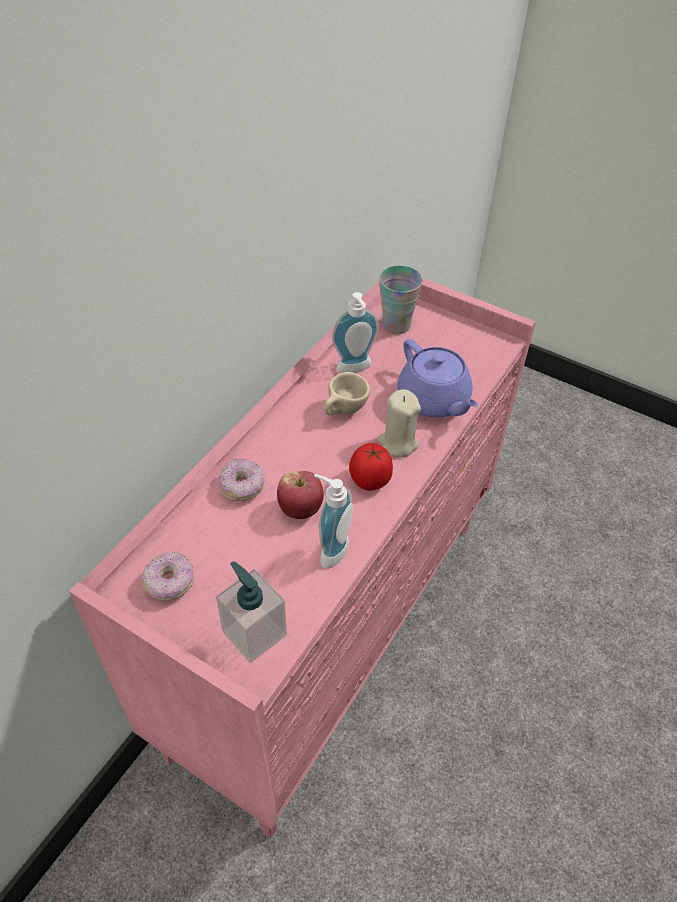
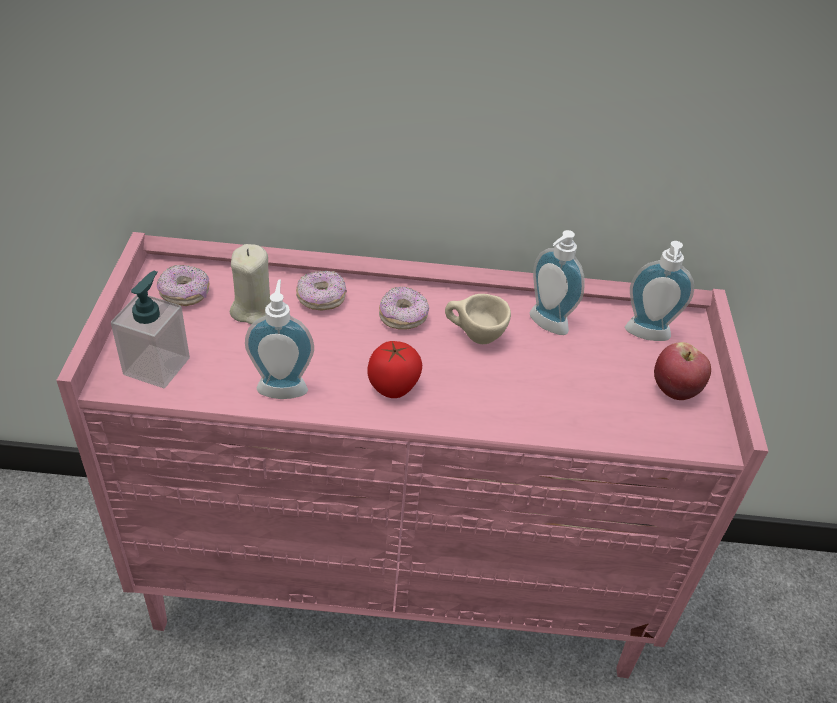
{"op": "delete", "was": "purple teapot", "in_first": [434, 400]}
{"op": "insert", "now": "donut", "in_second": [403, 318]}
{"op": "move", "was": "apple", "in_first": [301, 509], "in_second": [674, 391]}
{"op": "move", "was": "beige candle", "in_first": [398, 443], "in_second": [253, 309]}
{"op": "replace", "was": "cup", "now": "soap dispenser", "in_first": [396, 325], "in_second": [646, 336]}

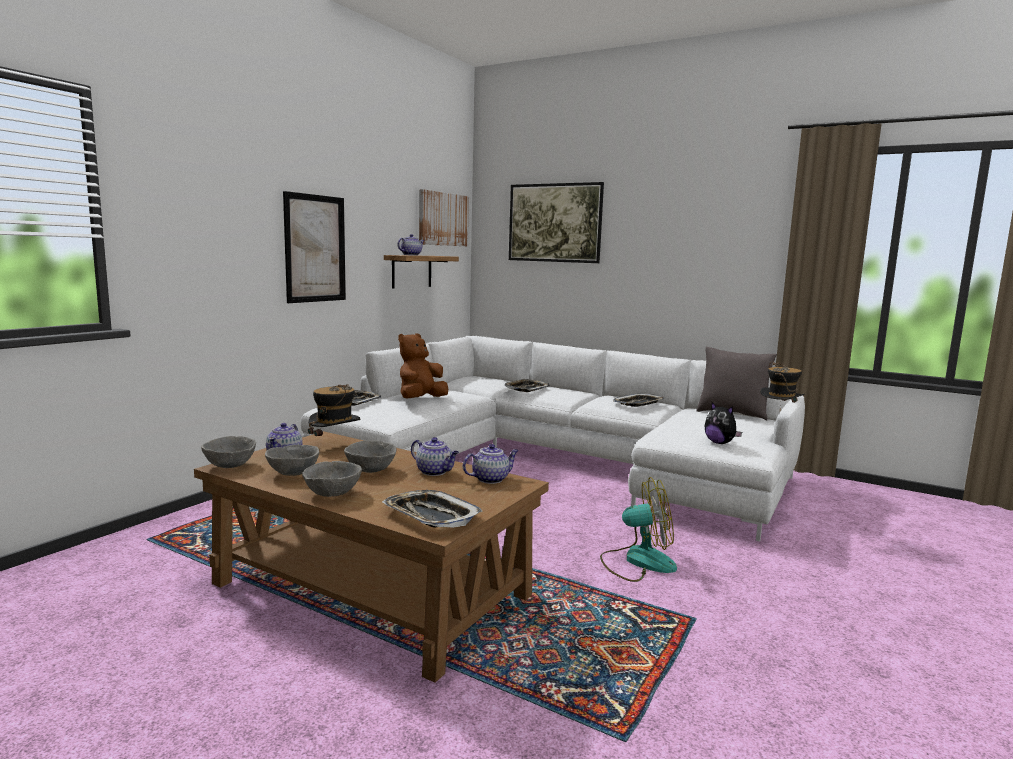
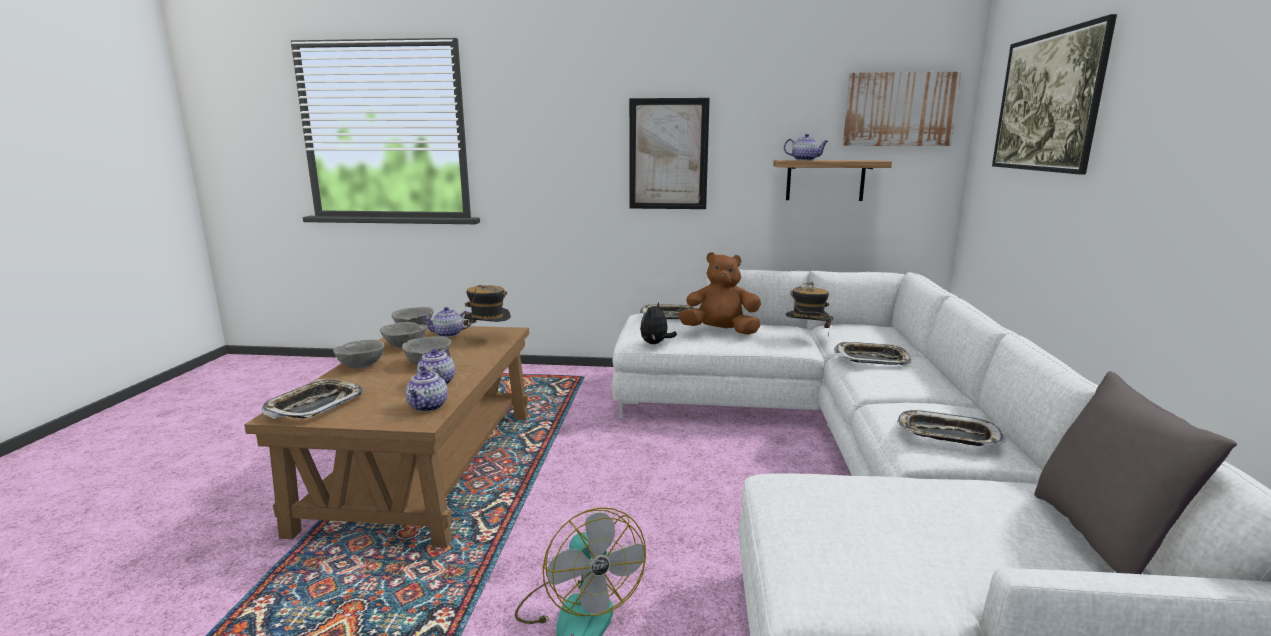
{"op": "move", "was": "plush toy", "in_first": [720, 443], "in_second": [655, 343]}
{"op": "move", "was": "hat", "in_first": [779, 416], "in_second": [807, 337]}
{"op": "rotate", "was": "teapot", "in_first": [491, 479], "in_second": [428, 407], "clockwise": 60}

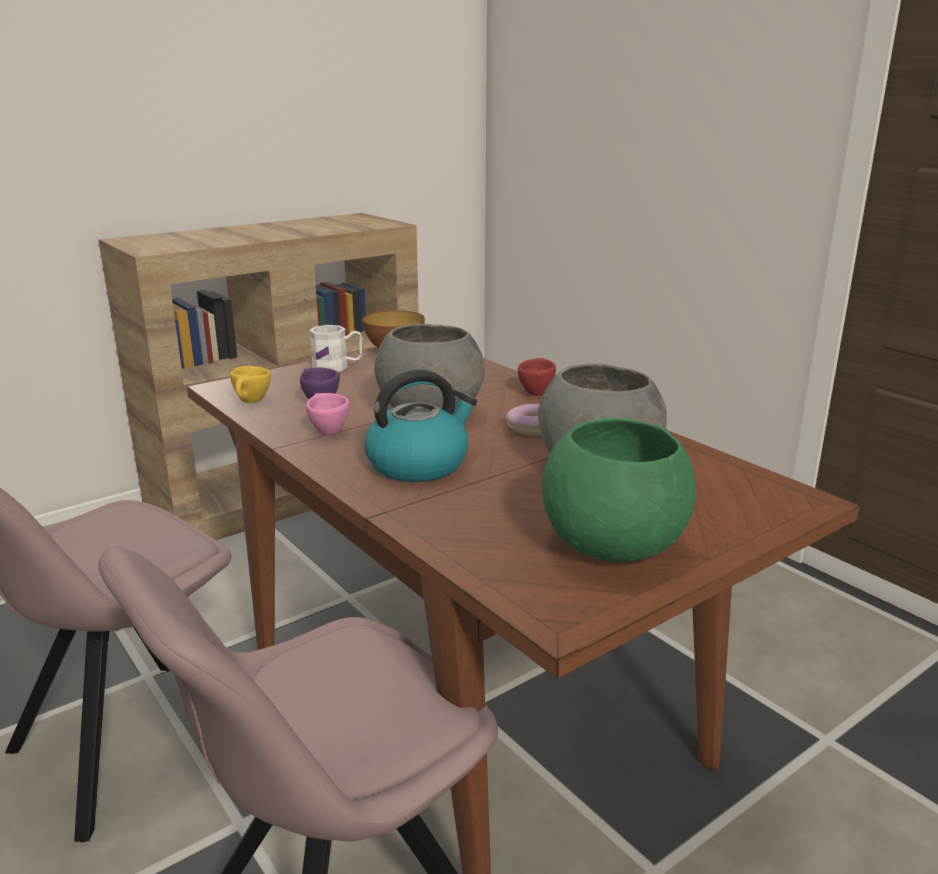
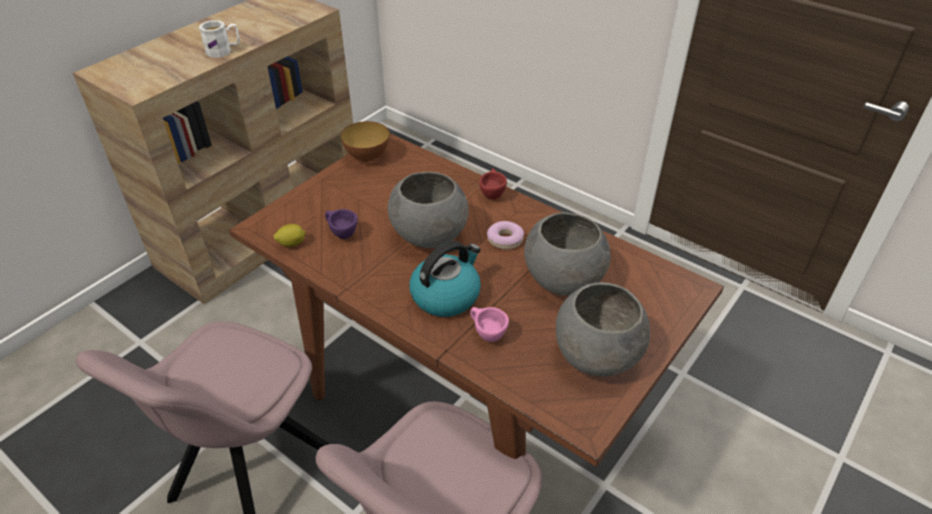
{"op": "move", "was": "pink cup", "in_first": [326, 431], "in_second": [486, 334]}
{"op": "move", "was": "white mug", "in_first": [337, 367], "in_second": [224, 50]}
{"op": "replace", "was": "yellow cup", "now": "lemon", "in_first": [251, 403], "in_second": [292, 243]}
{"op": "recolor", "was": "green bowl", "now": "grey bowl", "in_first": [613, 546], "in_second": [596, 356]}

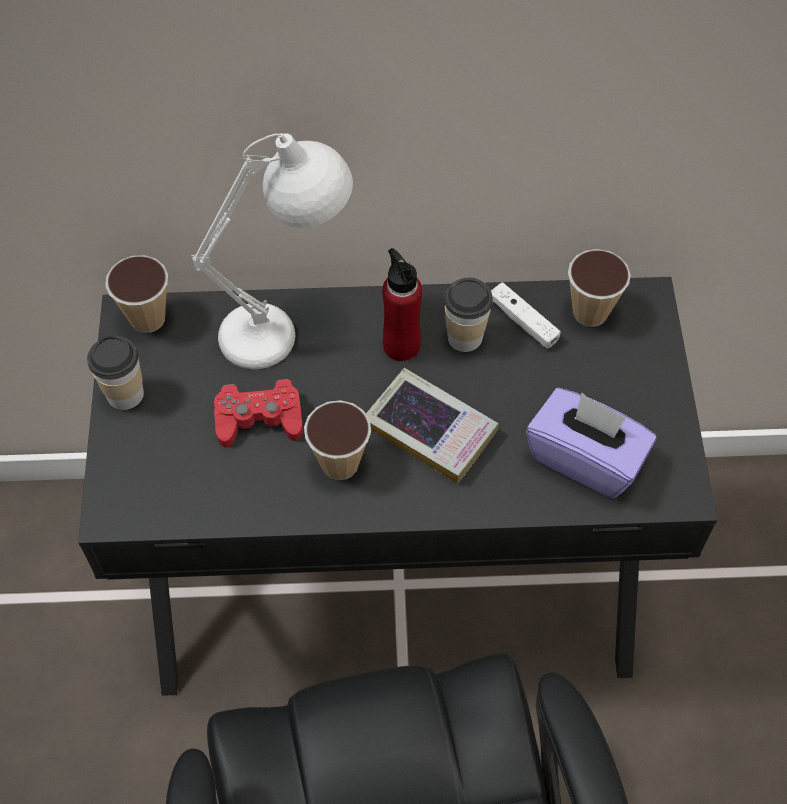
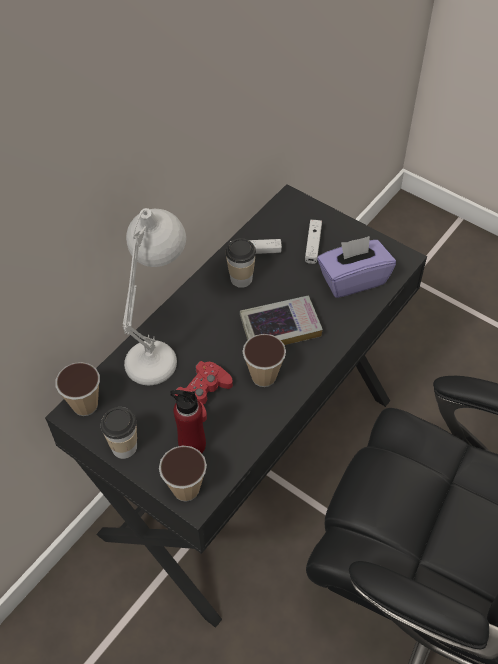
{"op": "insert", "now": "white game controller", "in_second": [313, 245]}
{"op": "move", "was": "red bottle", "in_first": [401, 345], "in_second": [192, 445]}
{"op": "move", "was": "cup", "in_first": [590, 312], "in_second": [186, 489]}

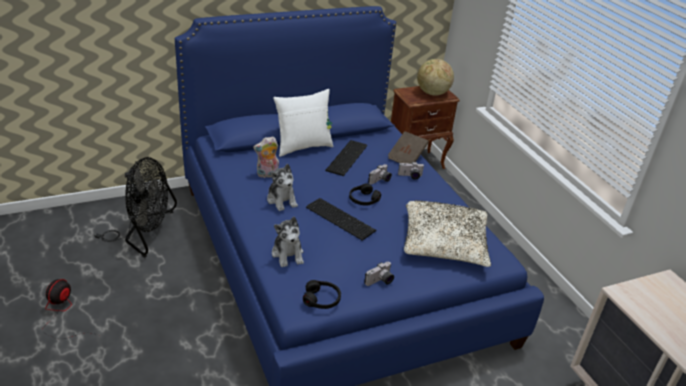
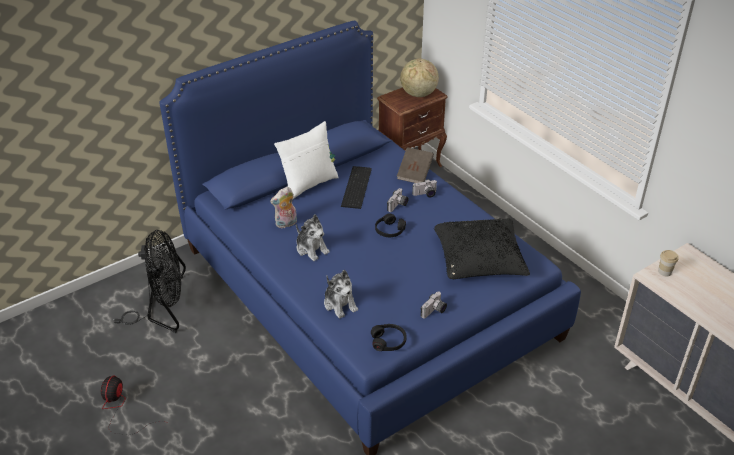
{"op": "delete", "was": "keyboard", "in_first": [340, 218]}
{"op": "insert", "now": "cup", "in_second": [664, 272]}
{"op": "recolor", "was": "beige pillow", "now": "black pillow", "in_first": [444, 243], "in_second": [479, 259]}

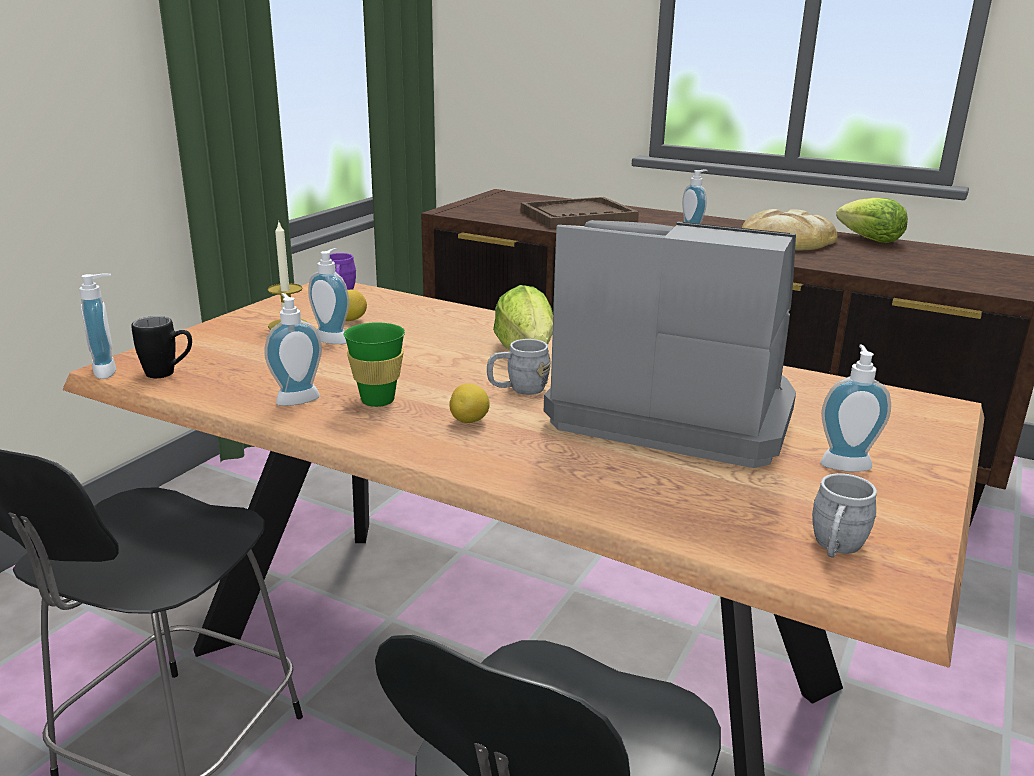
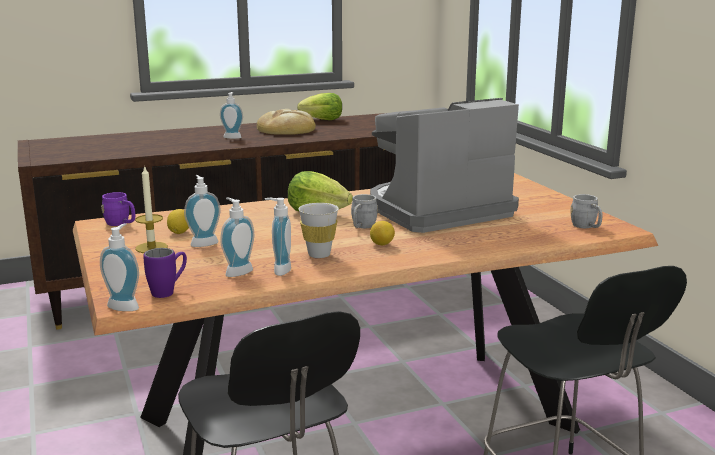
{"op": "delete", "was": "brown tray", "in_first": [578, 216]}
{"op": "move", "was": "soap dispenser", "in_first": [844, 463], "in_second": [237, 271]}
{"op": "recolor", "was": "black mug", "now": "purple mug", "in_first": [169, 374], "in_second": [169, 291]}
{"op": "recolor", "was": "green cup", "now": "white cup", "in_first": [377, 400], "in_second": [319, 254]}

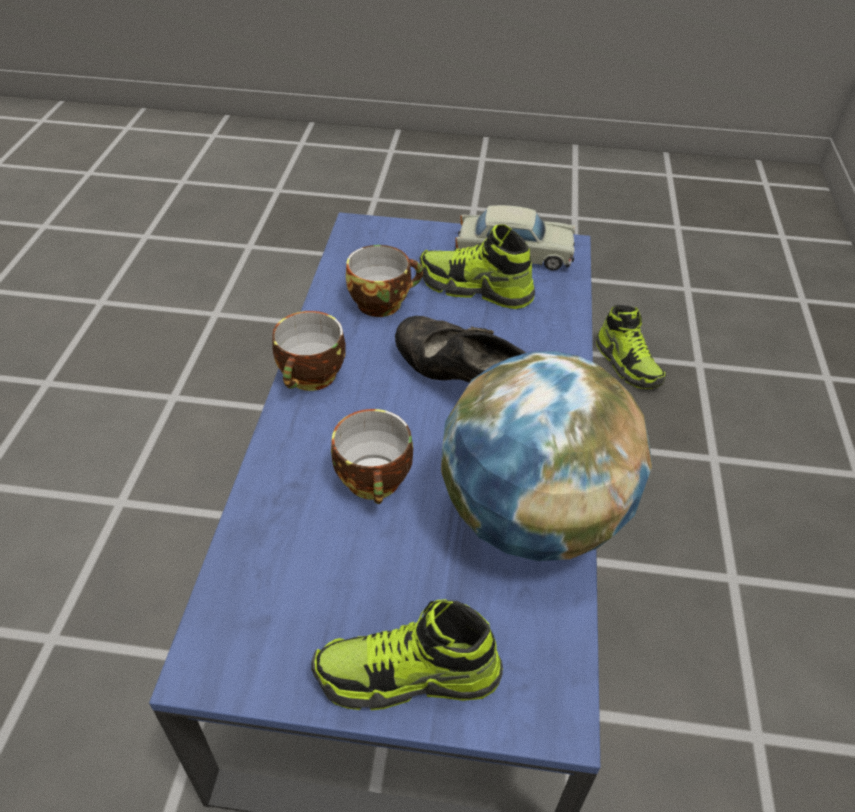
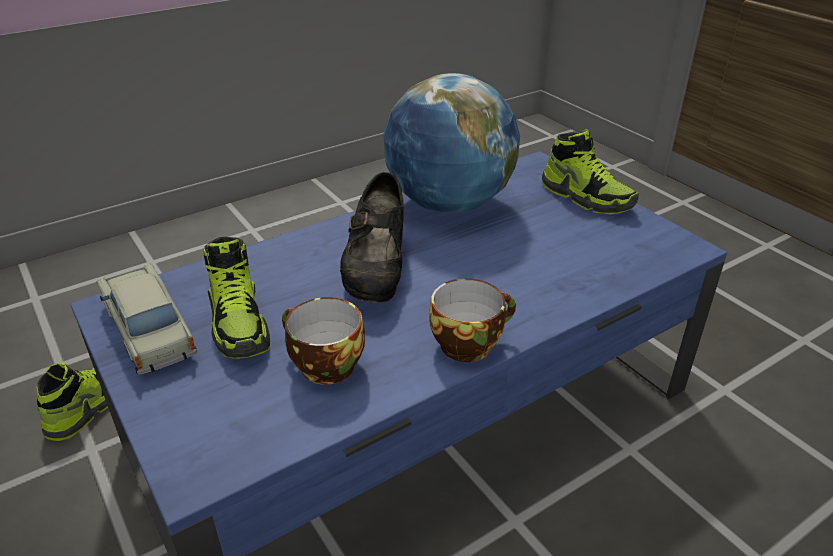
{"op": "delete", "was": "cup", "in_first": [376, 481]}

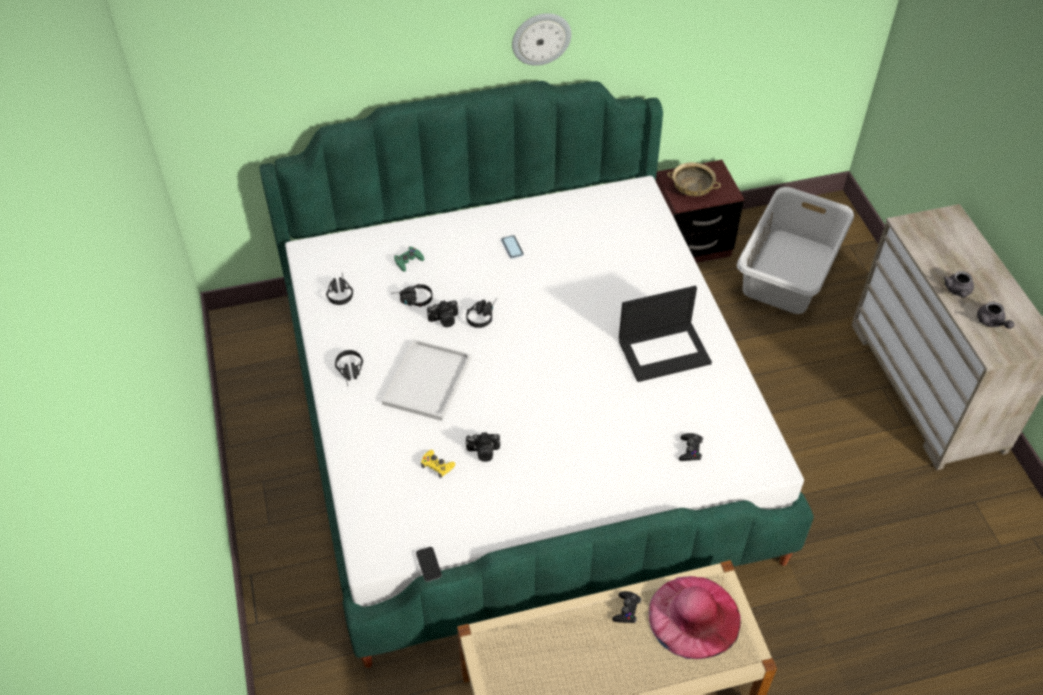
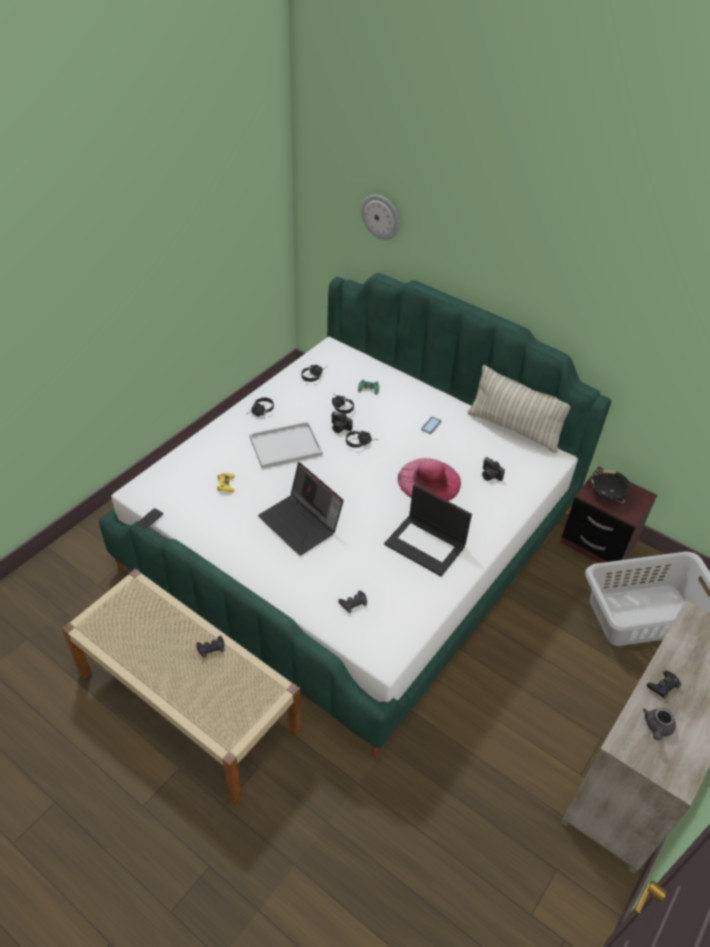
{"op": "insert", "now": "laptop", "in_second": [301, 523]}
{"op": "insert", "now": "pillow", "in_second": [514, 429]}
{"op": "move", "was": "photo camera", "in_first": [483, 452], "in_second": [489, 475]}
{"op": "move", "was": "wall clock", "in_first": [541, 38], "in_second": [381, 216]}
{"op": "move", "was": "pink hat", "in_first": [694, 617], "in_second": [429, 481]}
{"op": "replace", "was": "grey teapot", "now": "black game controller", "in_first": [957, 291], "in_second": [663, 686]}
{"op": "recolor", "was": "beige bowl", "now": "black bowl", "in_first": [691, 189], "in_second": [606, 493]}

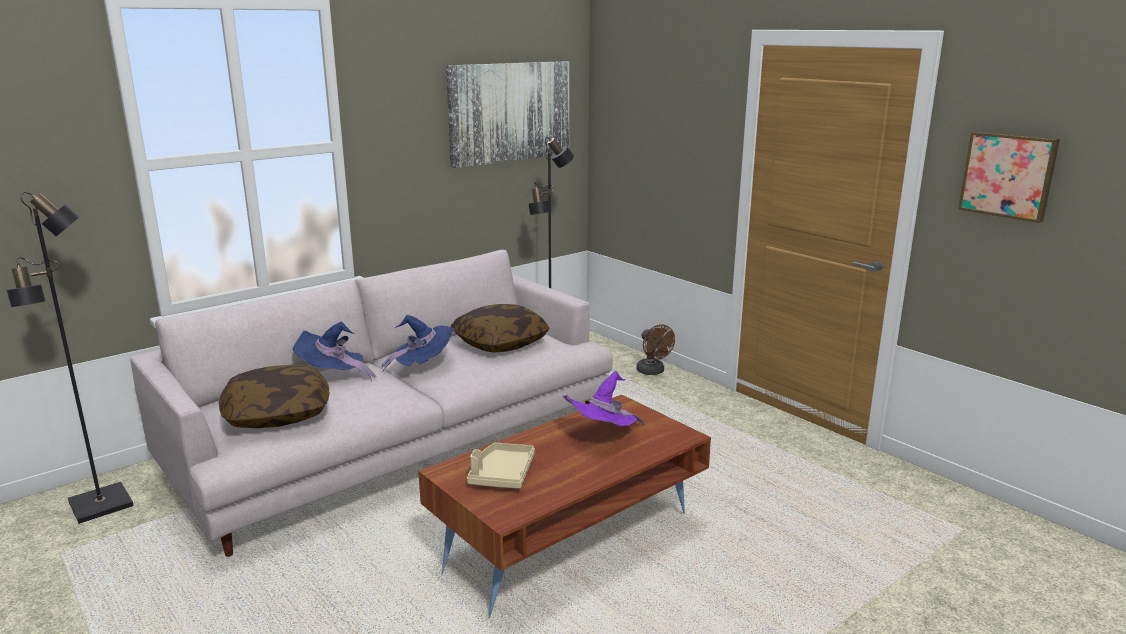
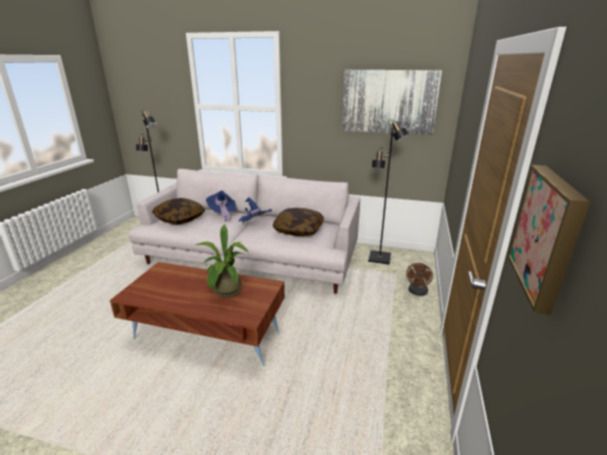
{"op": "delete", "was": "beige tray", "in_first": [502, 474]}
{"op": "replace", "was": "purple hat", "now": "potted plant", "in_first": [603, 436], "in_second": [226, 292]}

